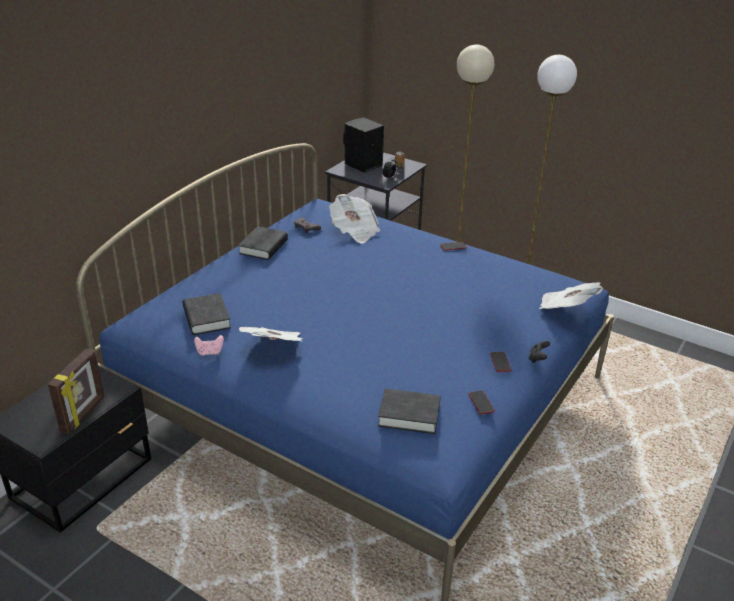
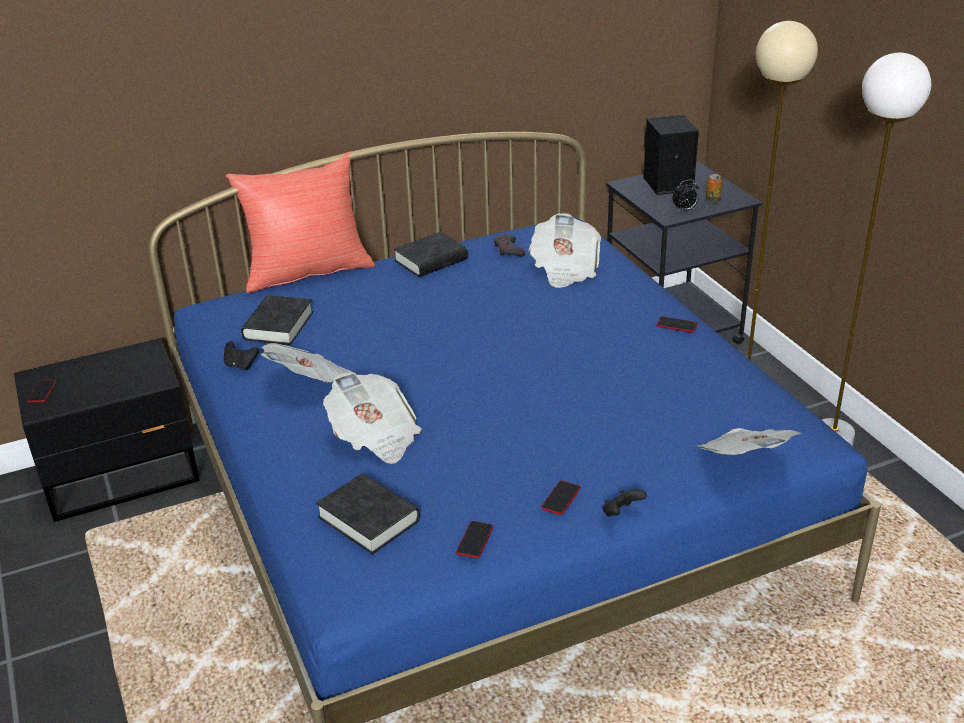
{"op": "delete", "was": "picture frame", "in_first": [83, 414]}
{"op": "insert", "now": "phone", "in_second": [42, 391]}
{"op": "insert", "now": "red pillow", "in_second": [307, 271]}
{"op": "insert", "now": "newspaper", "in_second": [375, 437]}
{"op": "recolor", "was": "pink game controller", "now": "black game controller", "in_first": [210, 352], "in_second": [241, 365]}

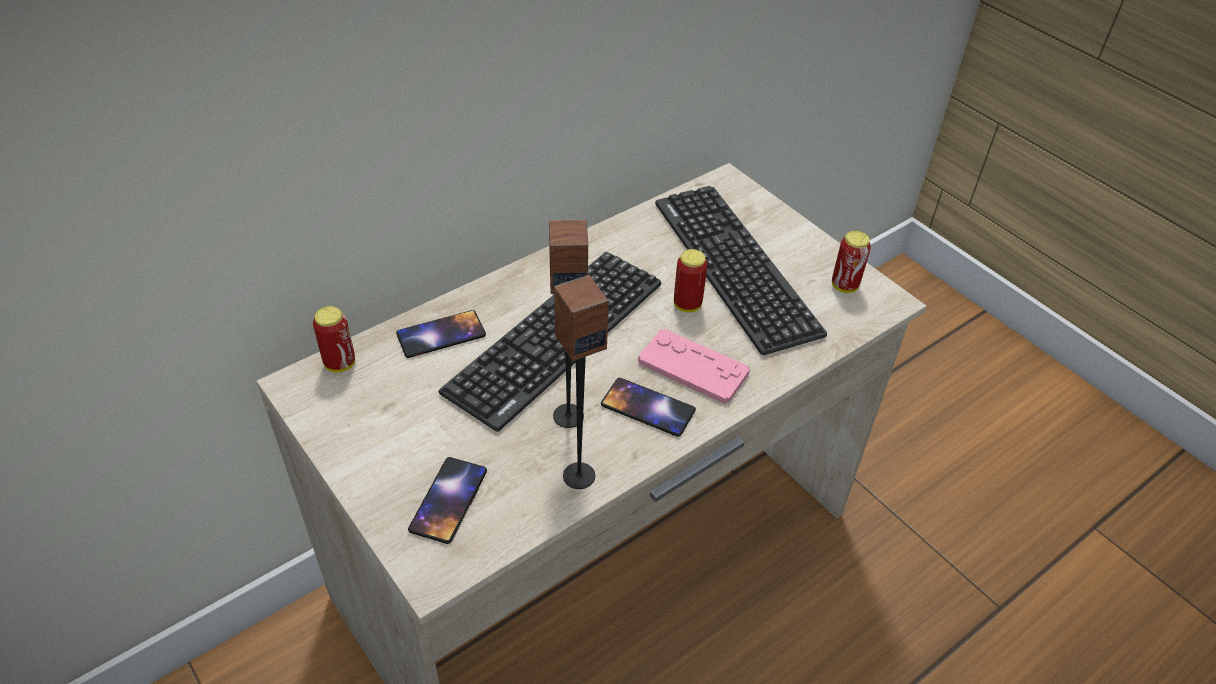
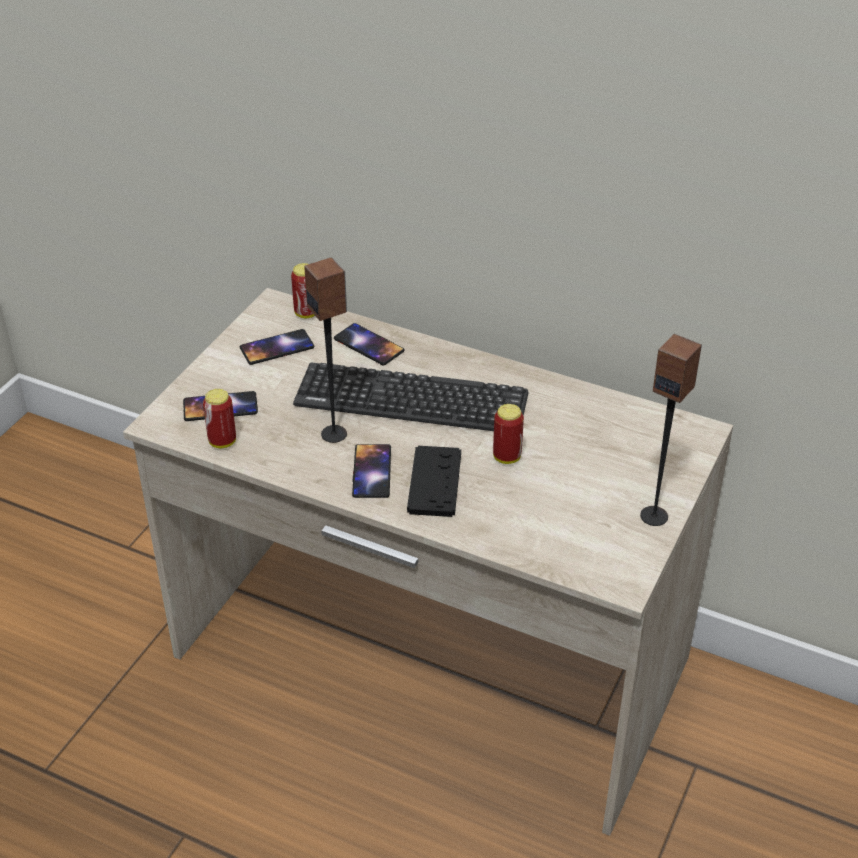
{"op": "delete", "was": "keyboard", "in_first": [735, 267]}
{"op": "insert", "now": "phone", "in_second": [277, 348]}
{"op": "move", "was": "speaker", "in_first": [578, 475], "in_second": [654, 516]}
{"op": "move", "was": "can", "in_first": [844, 286], "in_second": [222, 442]}
{"op": "recolor", "was": "pink game controller", "now": "black game controller", "in_first": [693, 367], "in_second": [434, 482]}

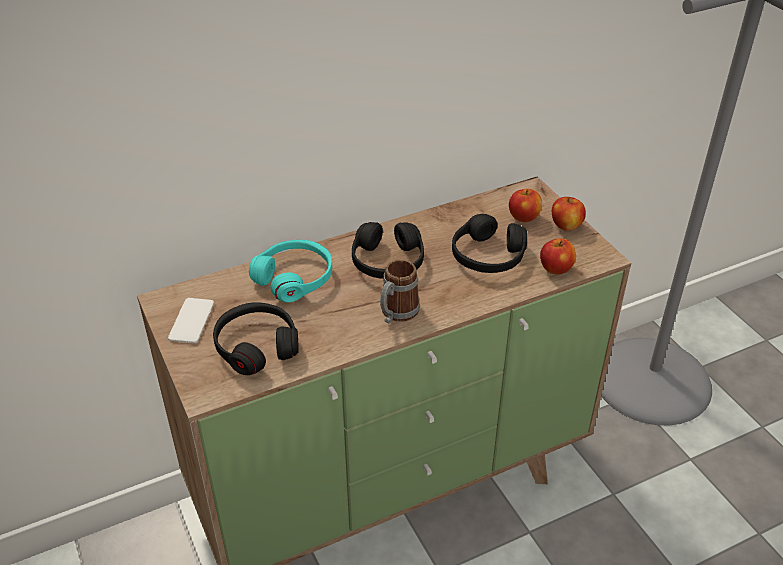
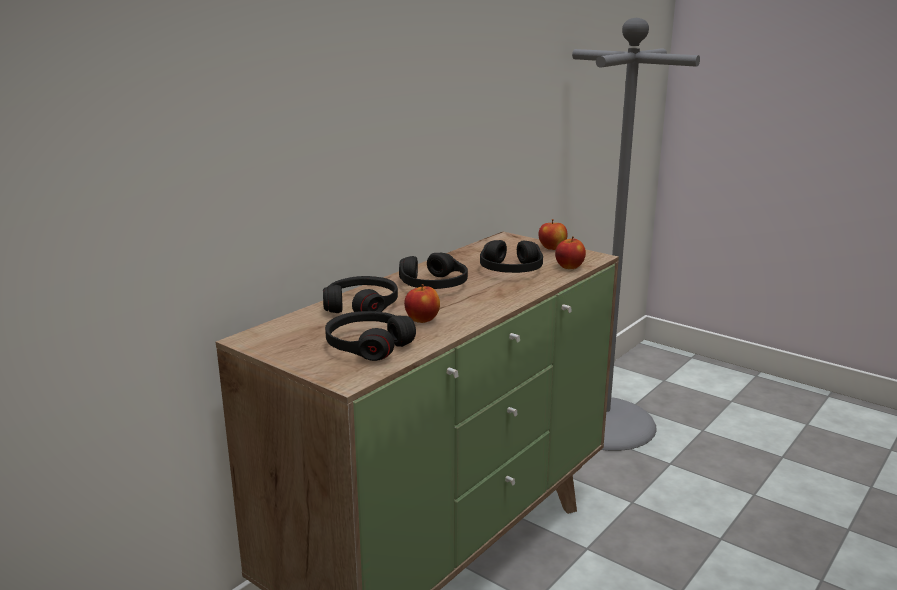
{"op": "delete", "was": "phone", "in_first": [191, 321]}
{"op": "delete", "was": "mug", "in_first": [396, 314]}
{"op": "move", "was": "apple", "in_first": [523, 217], "in_second": [422, 320]}
{"op": "recolor", "was": "turquoise headphones", "now": "black headphones", "in_first": [294, 278], "in_second": [361, 306]}

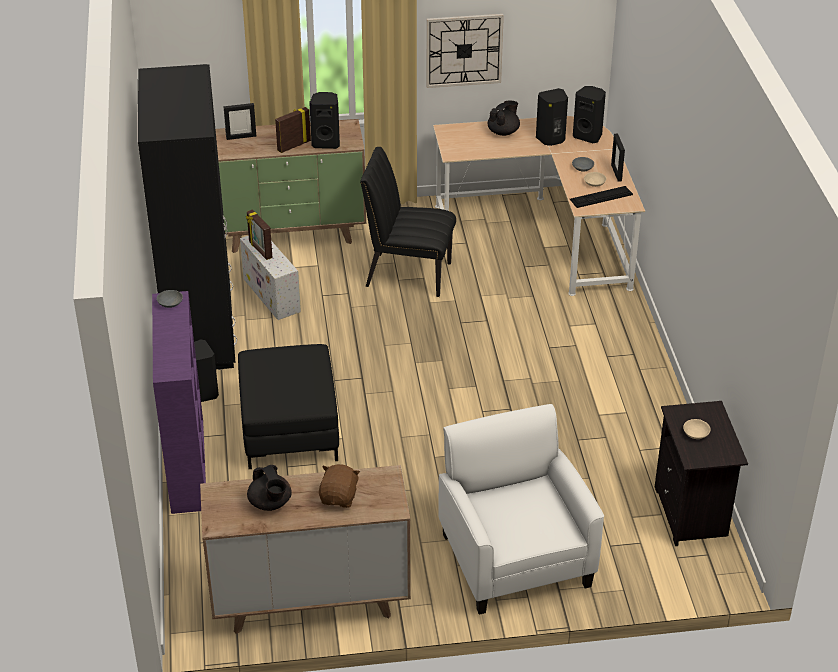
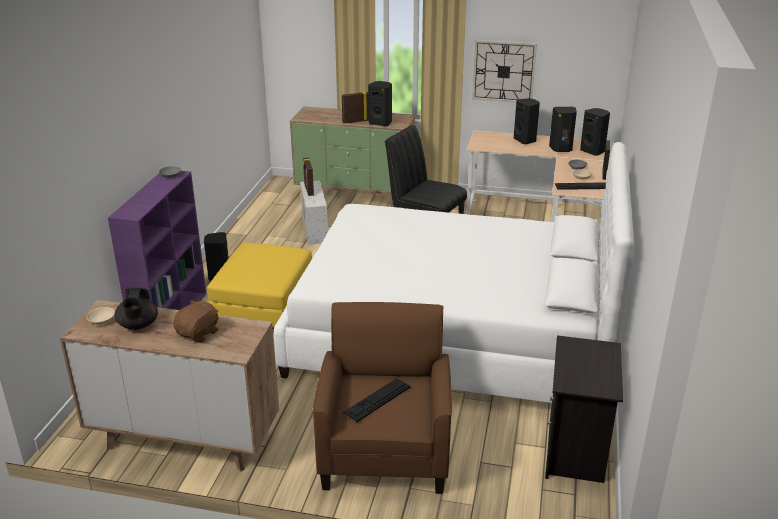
{"op": "delete", "was": "black wardrobe", "in_first": [201, 331]}
{"op": "delete", "was": "picture frame", "in_first": [241, 136]}
{"op": "insert", "now": "white bed", "in_second": [453, 336]}
{"op": "insert", "now": "keyboard", "in_second": [377, 399]}
{"op": "move", "was": "beige bowl", "in_first": [695, 433], "in_second": [101, 320]}
{"op": "replace", "was": "black teapot", "now": "black speaker", "in_first": [503, 132], "in_second": [525, 140]}
{"op": "recolor", "was": "black ottoman", "now": "yellow ottoman", "in_first": [290, 429], "in_second": [265, 313]}
{"op": "recolor", "was": "white armchair", "now": "brown armchair", "in_first": [515, 558], "in_second": [385, 451]}

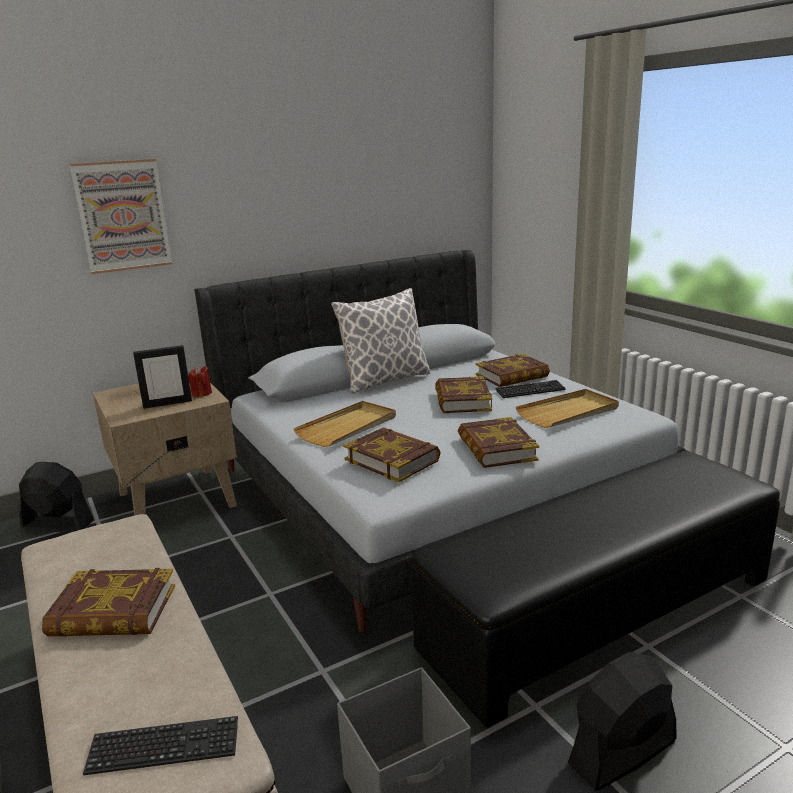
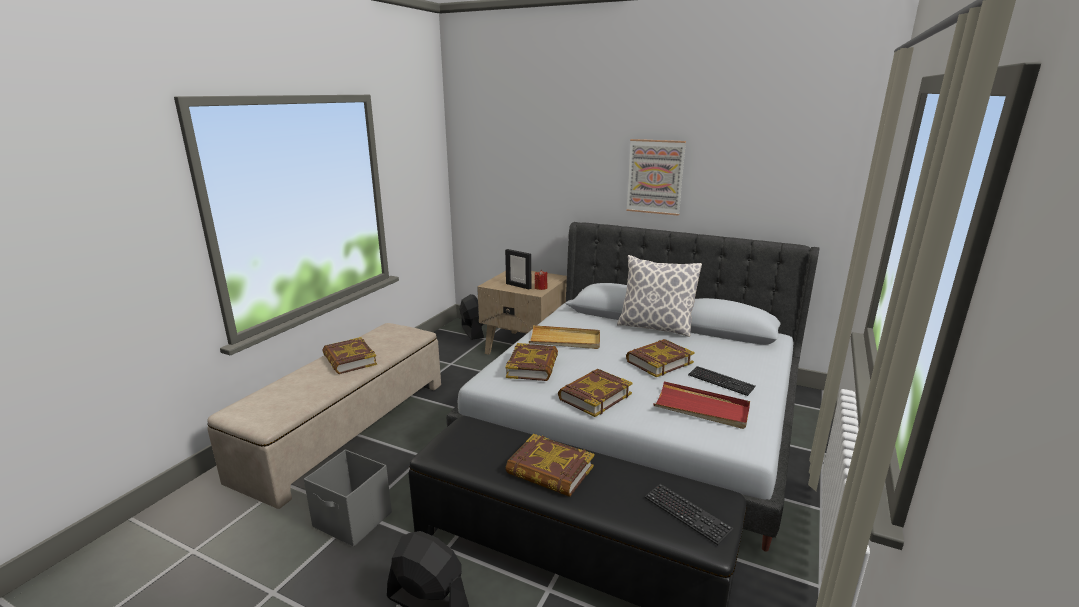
{"op": "move", "was": "picture", "in_first": [122, 216], "in_second": [655, 177]}
{"op": "move", "was": "keyboard", "in_first": [164, 748], "in_second": [686, 514]}
{"op": "move", "was": "book", "in_first": [512, 376], "in_second": [549, 471]}
{"op": "recolor", "was": "beige tray", "now": "red tray", "in_first": [568, 412], "in_second": [701, 408]}

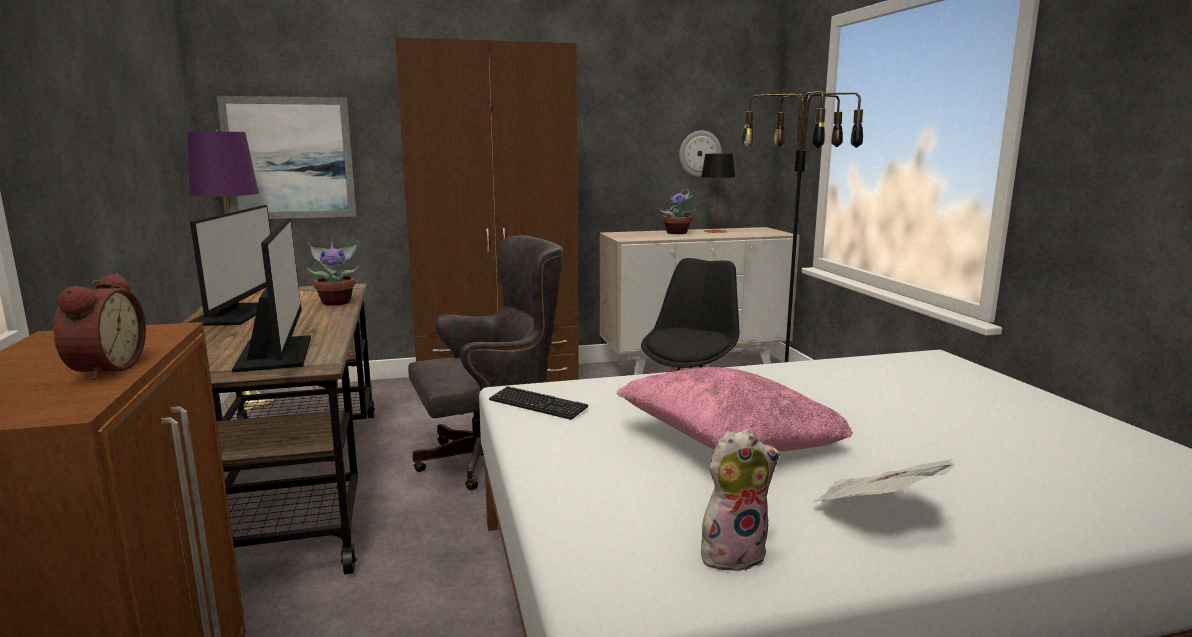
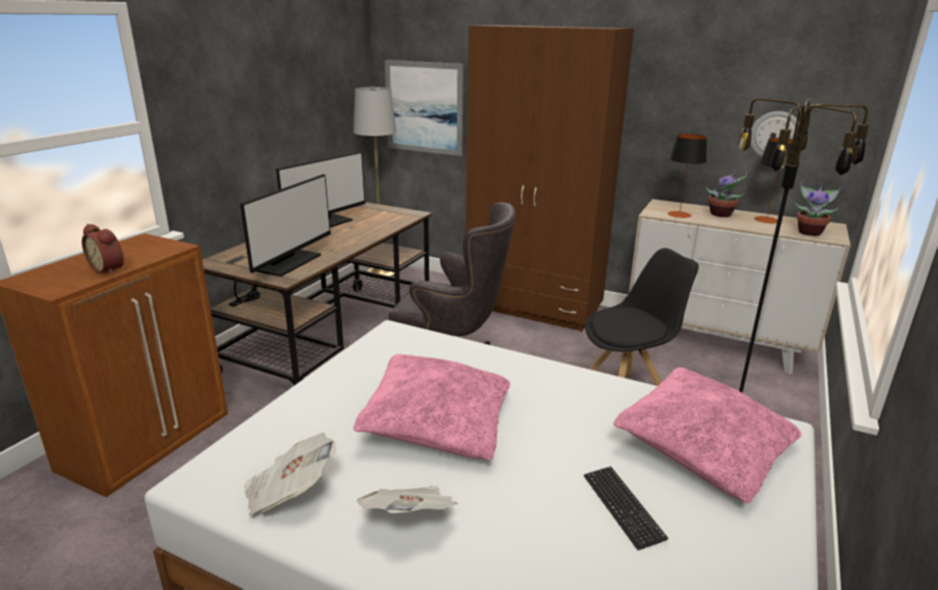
{"op": "insert", "now": "pink pillow", "in_second": [705, 448]}
{"op": "insert", "now": "table lamp", "in_second": [679, 214]}
{"op": "move", "was": "potted plant", "in_first": [337, 302], "in_second": [810, 232]}
{"op": "move", "was": "keyboard", "in_first": [537, 405], "in_second": [622, 507]}
{"op": "replace", "was": "plush toy", "now": "newspaper", "in_first": [733, 553], "in_second": [289, 492]}
{"op": "recolor", "was": "purple floor lamp", "now": "grey floor lamp", "in_first": [250, 402], "in_second": [381, 273]}
{"op": "rotate", "was": "alarm clock", "in_first": [103, 369], "in_second": [110, 269], "clockwise": 90}

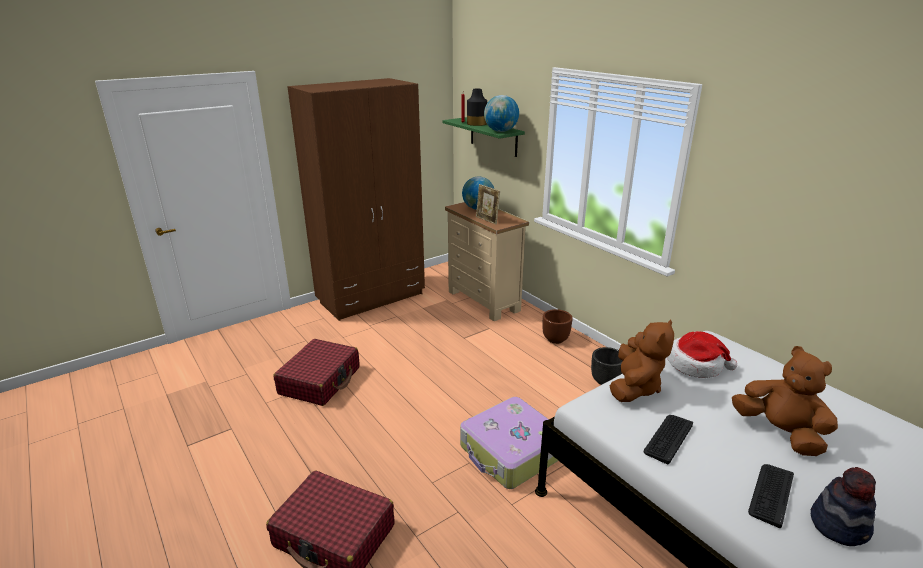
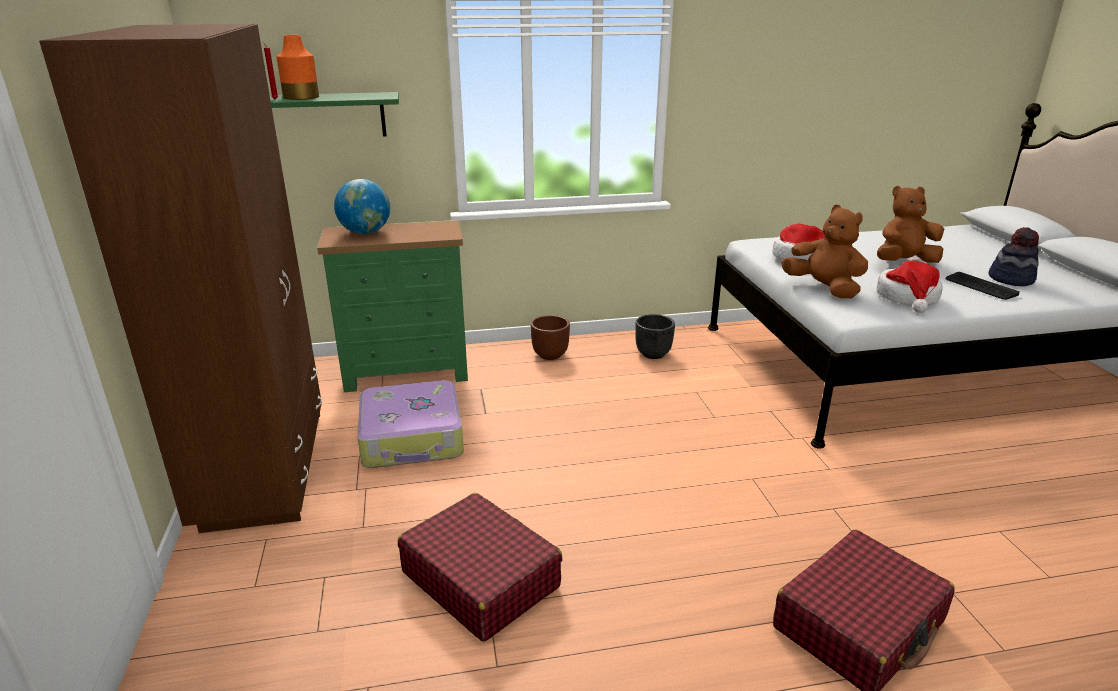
{"op": "delete", "was": "picture frame", "in_first": [487, 220]}
{"op": "delete", "was": "globe", "in_first": [500, 131]}
{"op": "move", "was": "suitcase", "in_first": [511, 452], "in_second": [413, 438]}
{"op": "replace", "was": "keyboard", "now": "hat", "in_first": [668, 438], "in_second": [908, 297]}
{"op": "recolor", "was": "beige dresser", "now": "green dresser", "in_first": [483, 301], "in_second": [407, 374]}
{"op": "recolor", "was": "black vase", "now": "orange vase", "in_first": [476, 123], "in_second": [301, 97]}

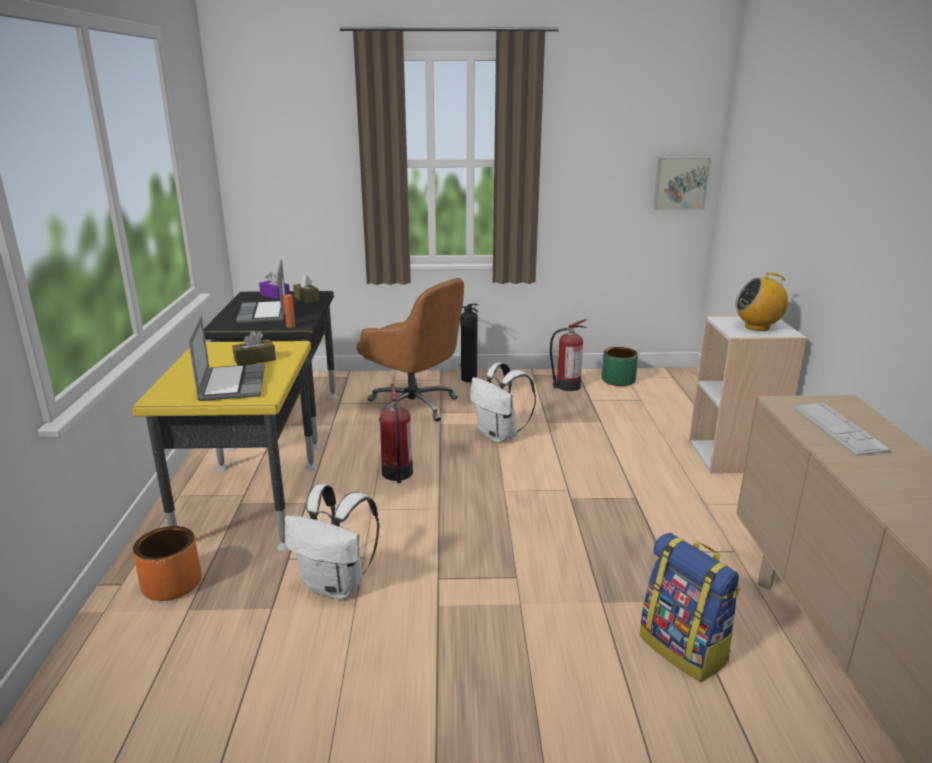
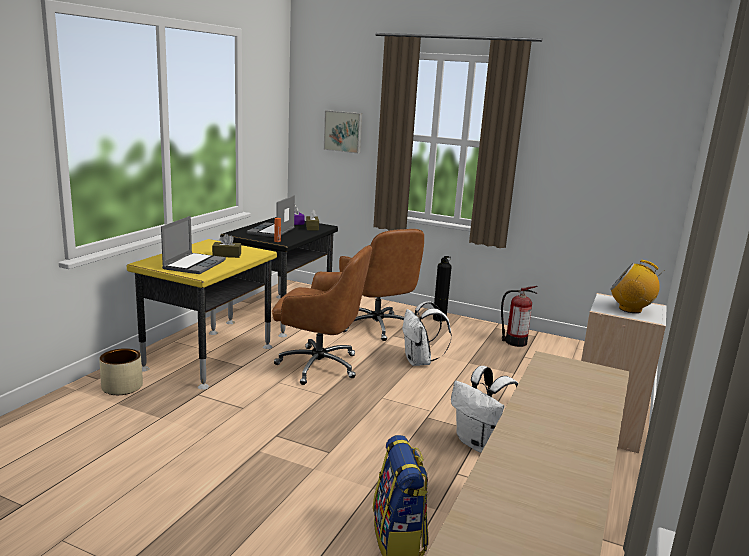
{"op": "delete", "was": "green planter", "in_first": [618, 380]}
{"op": "delete", "was": "keyboard", "in_first": [838, 429]}
{"op": "move", "was": "white backpack", "in_first": [337, 585], "in_second": [480, 444]}
{"op": "move", "was": "picture", "in_first": [680, 183], "in_second": [343, 131]}
{"op": "replace", "was": "fire extinguisher", "now": "brown office chair", "in_first": [397, 474], "in_second": [318, 366]}
{"op": "recolor", "was": "orange planter", "now": "beige planter", "in_first": [171, 584], "in_second": [122, 387]}

